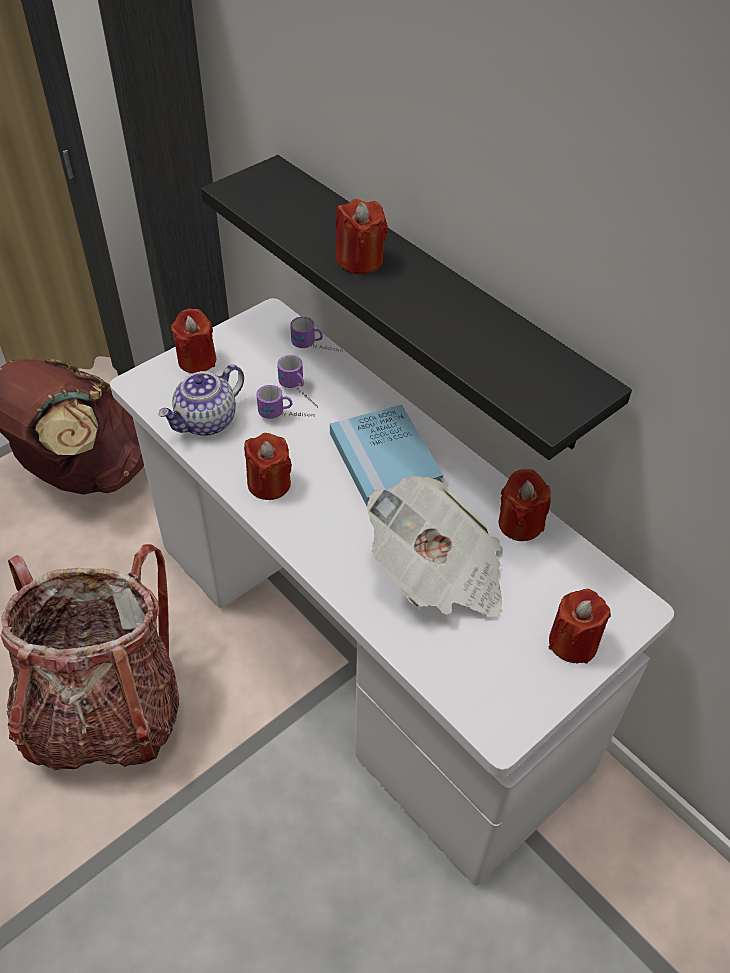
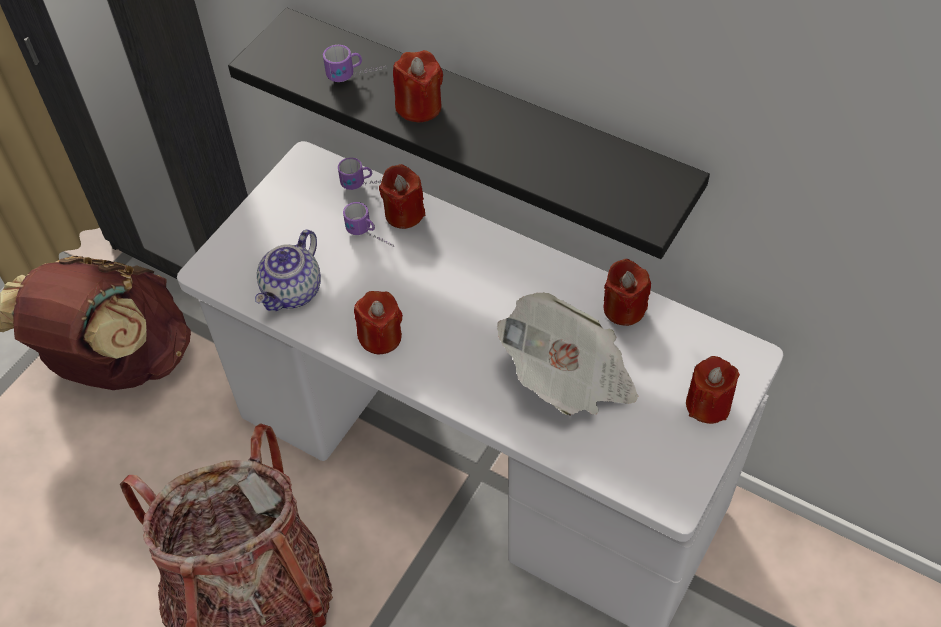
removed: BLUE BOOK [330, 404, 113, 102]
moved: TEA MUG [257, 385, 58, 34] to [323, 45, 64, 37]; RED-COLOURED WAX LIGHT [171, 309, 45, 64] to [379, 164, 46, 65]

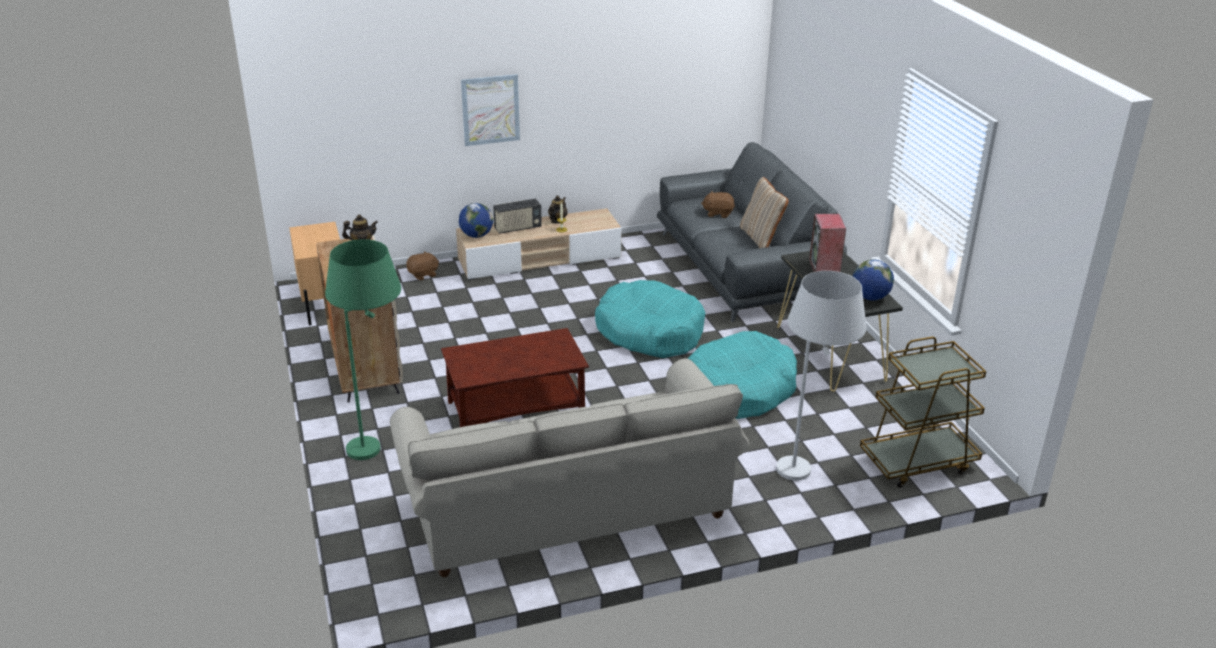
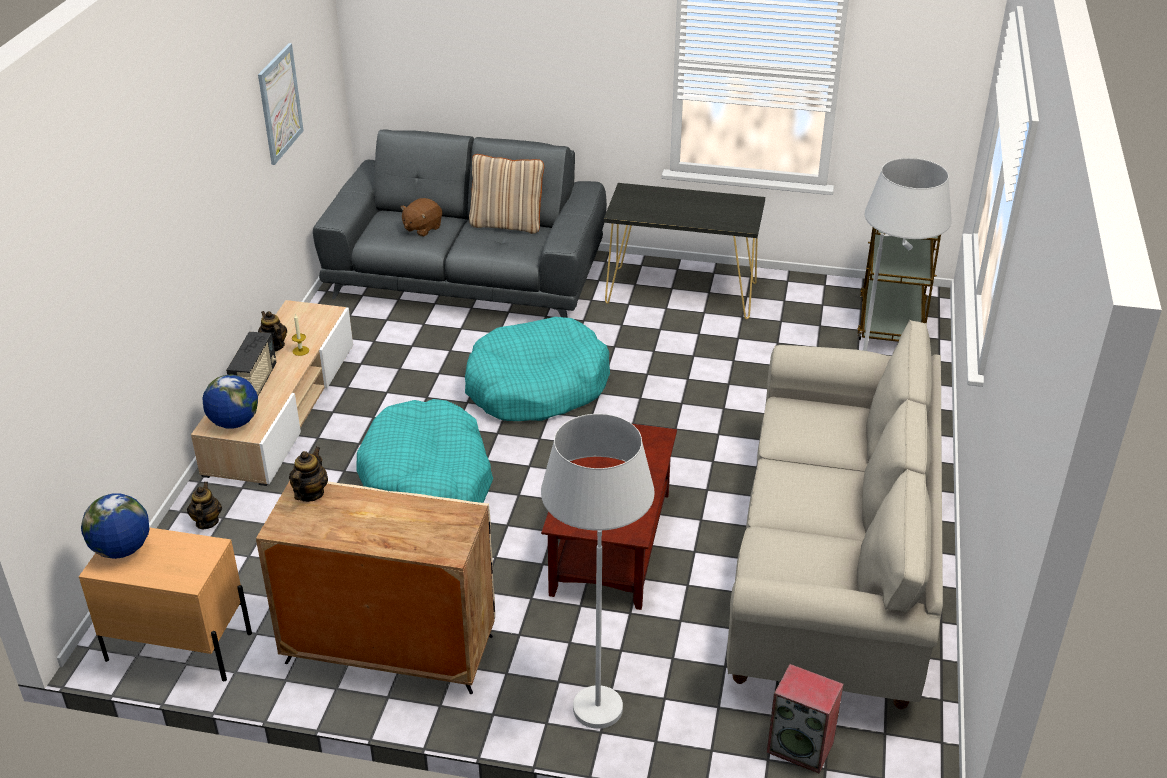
moved: DESK GLOBE [852, 259, 42, 41] to [81, 494, 68, 65]; WALL ART [461, 74, 59, 72] to [258, 43, 46, 122]; TURQUOISE DOG BED [688, 331, 109, 88] to [356, 399, 137, 104]; LOUDSPEAKER [809, 214, 37, 58] to [767, 664, 77, 109]
replaced: BROWN SOFT TOY [406, 251, 33, 30] to TEAPOT [187, 482, 35, 47]
recoloured: GREENISH STANDING LAMP [325, 239, 76, 221] to WHITISH STANDING LAMP [541, 414, 113, 315]

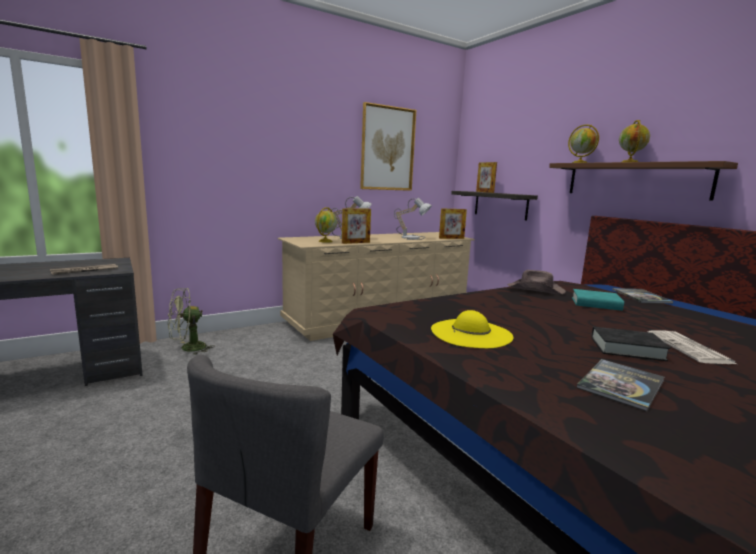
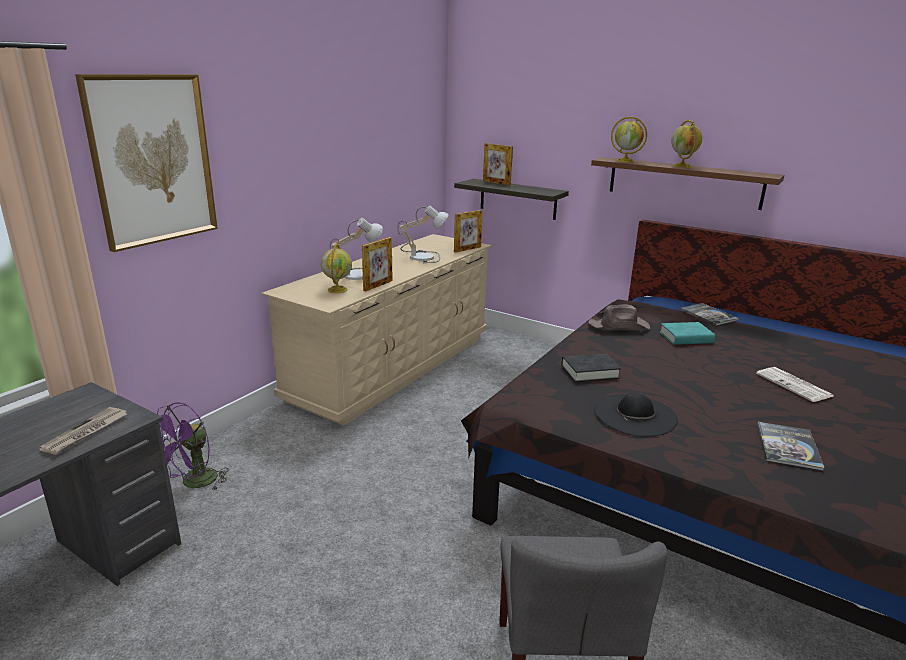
moved: WALL ART [360, 102, 56, 89] to [75, 74, 143, 178]; BLACKISH BOOK [592, 327, 79, 34] to [561, 353, 60, 29]
recoloured: GREENISH COOLING FAN [168, 288, 46, 67] to PURPLE-COLOURED COOLING FAN [157, 402, 71, 89]; YELLOWISH CLOTHING HAT [431, 310, 82, 38] to BLACKISH CLOTHING HAT [594, 393, 84, 44]

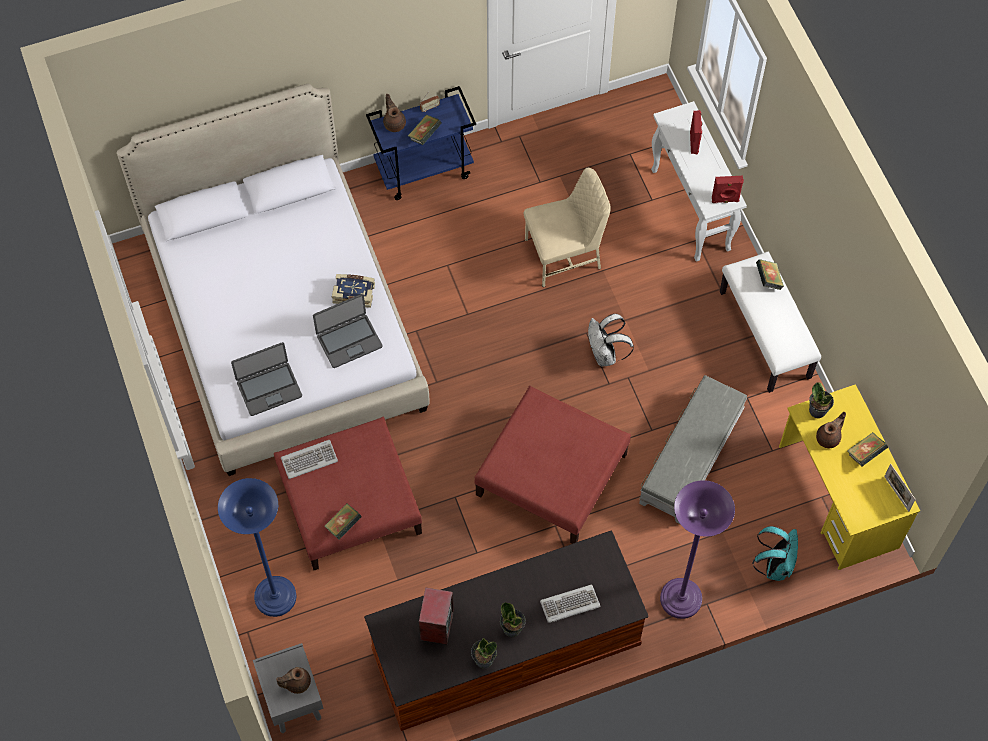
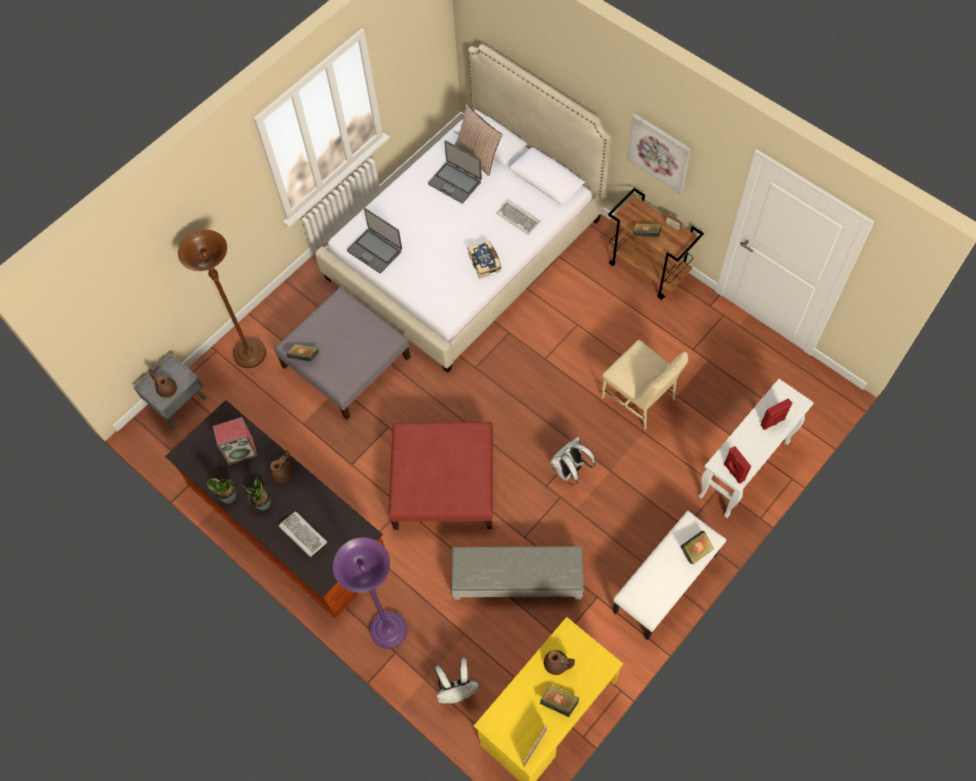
removed: PLANT IN A POT [809, 382, 25, 36]
added: THROW PILLOW [454, 104, 49, 72]; WALL ART [627, 114, 64, 80]
moved: BROWN TEAPOT [383, 94, 23, 38] to [270, 450, 22, 33]; PORTABLE COMPUTER [313, 294, 70, 74] to [428, 140, 54, 63]; COMPUTER KEYBOARD [281, 440, 57, 39] to [496, 200, 44, 35]
recoloured: BLUE STANDING LAMP [218, 478, 78, 139] to BROWN STANDING LAMP [178, 230, 88, 138]; RED-COLOURED POUFFE [274, 416, 148, 154] to GREYISH POUFFE [274, 287, 137, 133]; TURQUOISE BACKPACK [752, 526, 46, 55] to WHITISH BACKPACK [435, 658, 45, 46]; BLUE WHEELED CART [366, 86, 110, 114] to BROWN WHEELED CART [607, 188, 97, 112]

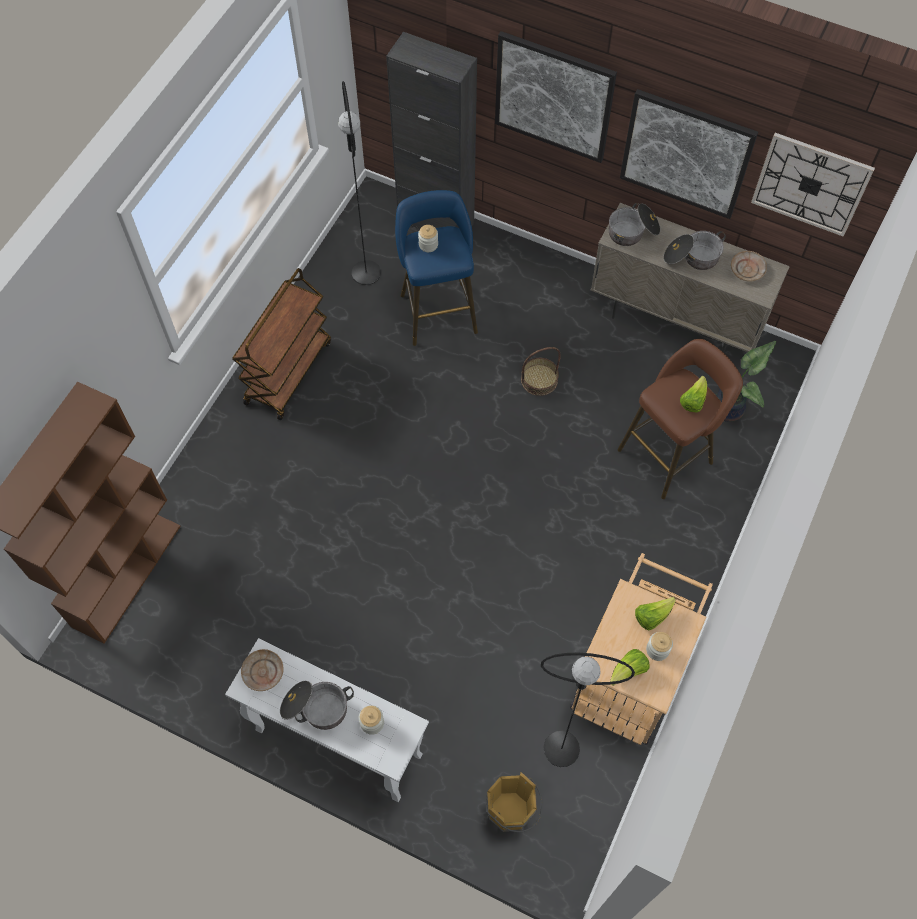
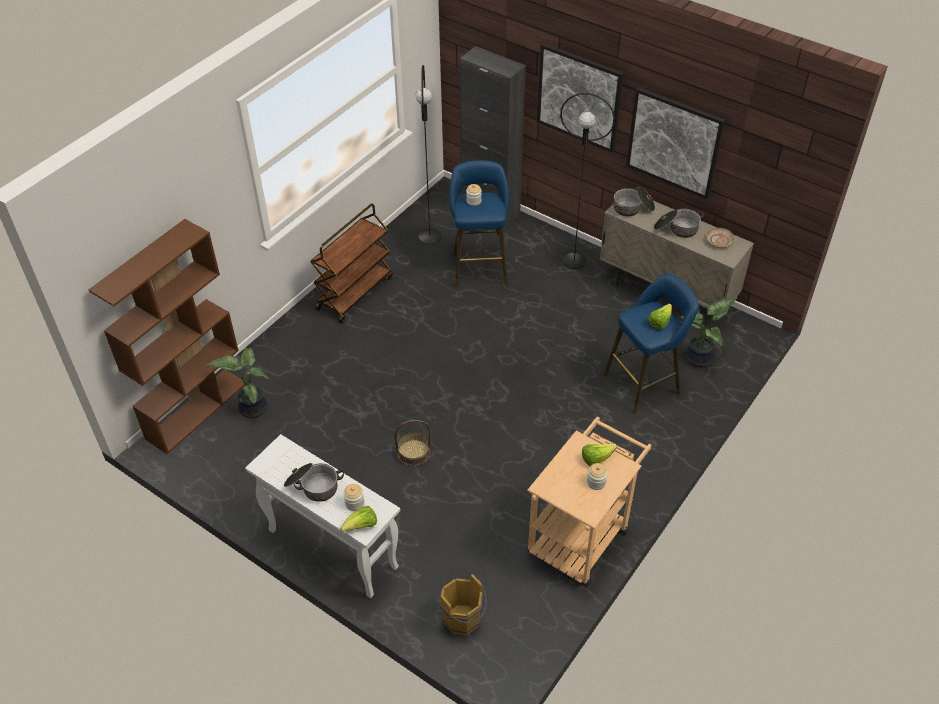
removed: SAND-COLOURED DINNER PLATE [241, 649, 43, 42]; HANGING CLOCK [751, 133, 124, 104]
added: PLANT IN A POT [206, 347, 63, 71]
moved: LETTUCE [610, 649, 40, 37] to [340, 506, 37, 26]; HOUSEHOLD BASKET [521, 347, 40, 49] to [395, 420, 36, 46]; BLACKISH STANDING LAMP [541, 653, 94, 114] to [560, 93, 55, 176]
recoloured: BROWN STOOL SEAT [617, 339, 126, 160] to BLUE STOOL SEAT [603, 274, 96, 140]

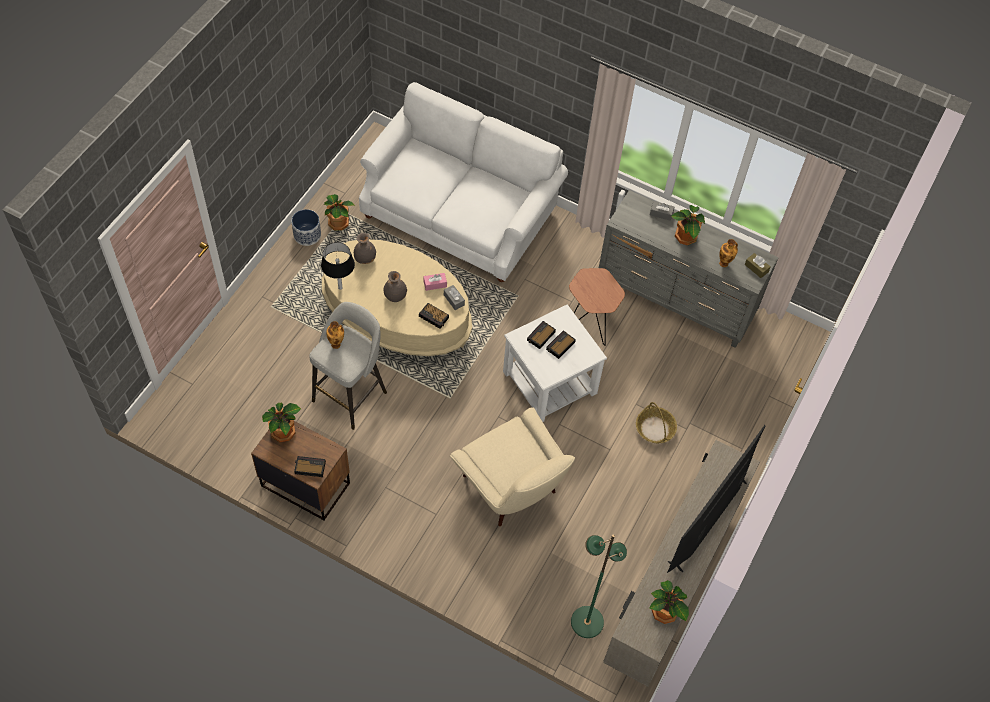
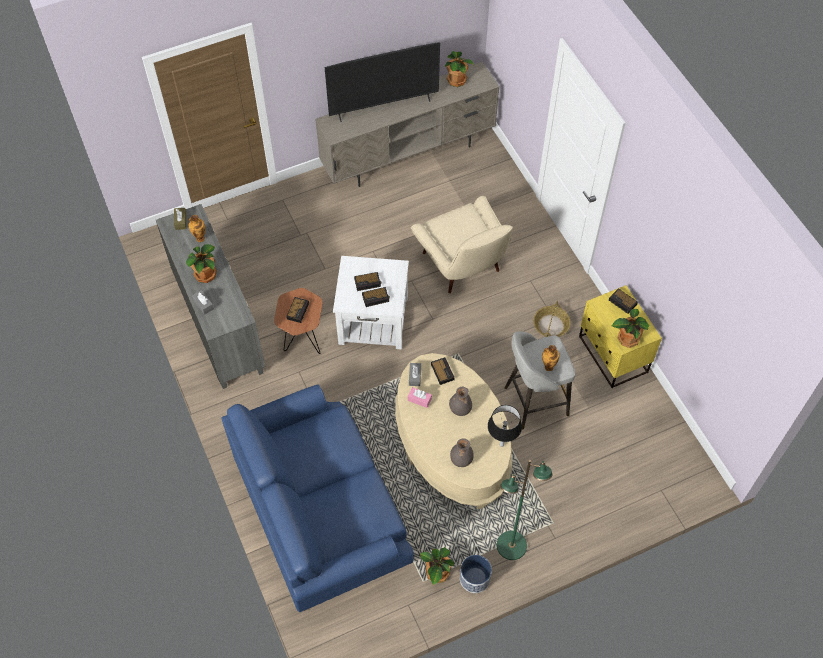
added: TABLE CLOCK [286, 297, 23, 26]
moved: GREENISH STANDING LAMP [571, 535, 56, 103] to [497, 460, 55, 100]; HOUSEHOLD BASKET [636, 402, 41, 41] to [533, 301, 38, 36]
recoloured: WHITISH COUCH [359, 82, 209, 200] to BLUE COUCH [221, 384, 192, 228]; BROWN NIGHT TABLE [251, 421, 99, 100] to YELLOWISH NIGHT TABLE [579, 285, 83, 103]
turned: SAND-COLOURED ARMCHAIR [450, 407, 125, 119] = [411, 196, 102, 97] 150 degrees clockwise

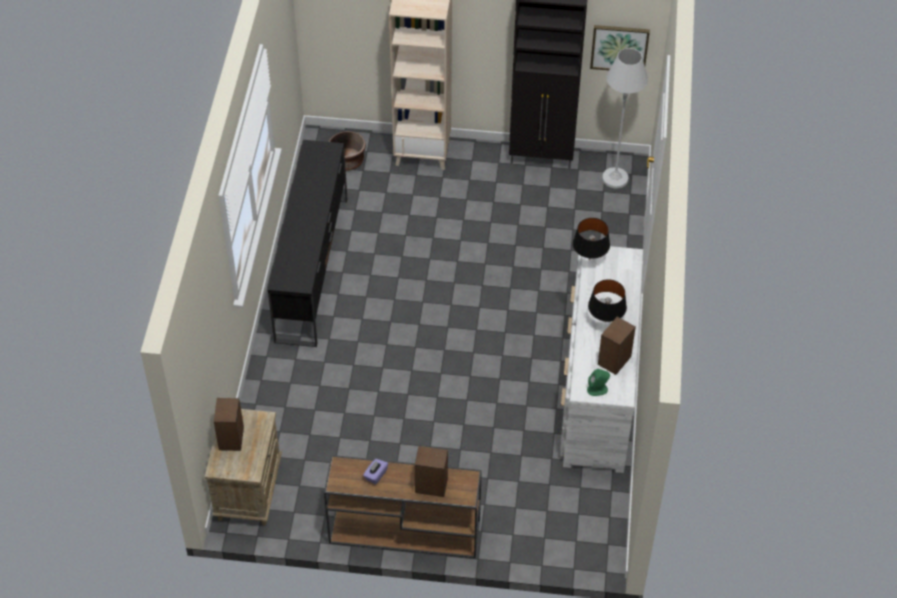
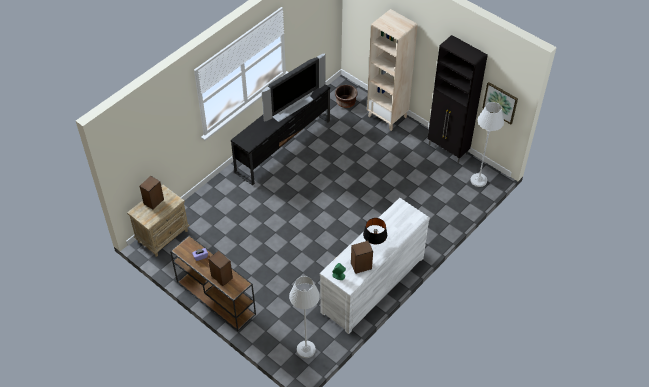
removed: BLACKISH LAMP FOR A TABLE [573, 218, 37, 42]
added: TV [262, 53, 63, 69]; WHITISH STANDING LAMP [289, 276, 31, 82]

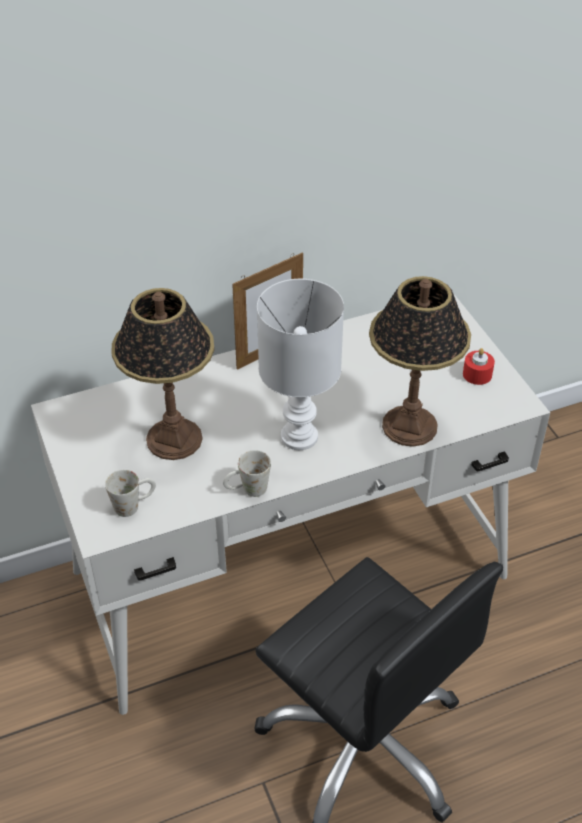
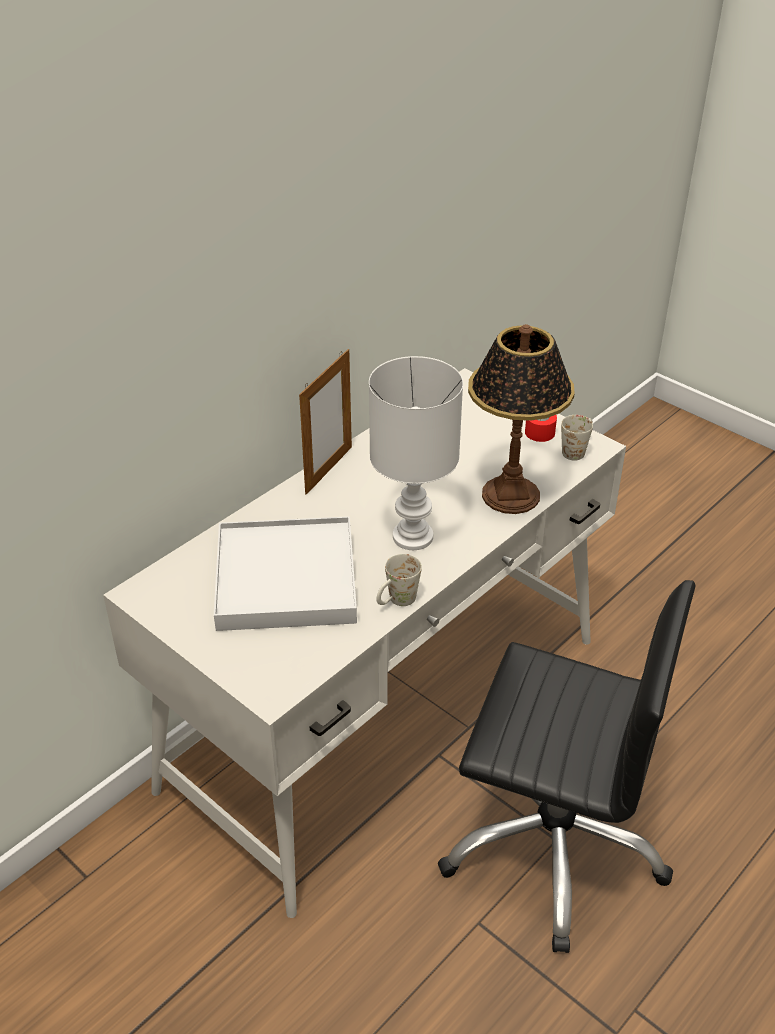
moved: WHITISH TEA MUG [105, 470, 51, 47] to [561, 415, 32, 46]
replaced: LAMP FOR A TABLE [112, 288, 102, 172] to WHITISH TRAY [214, 516, 143, 115]

